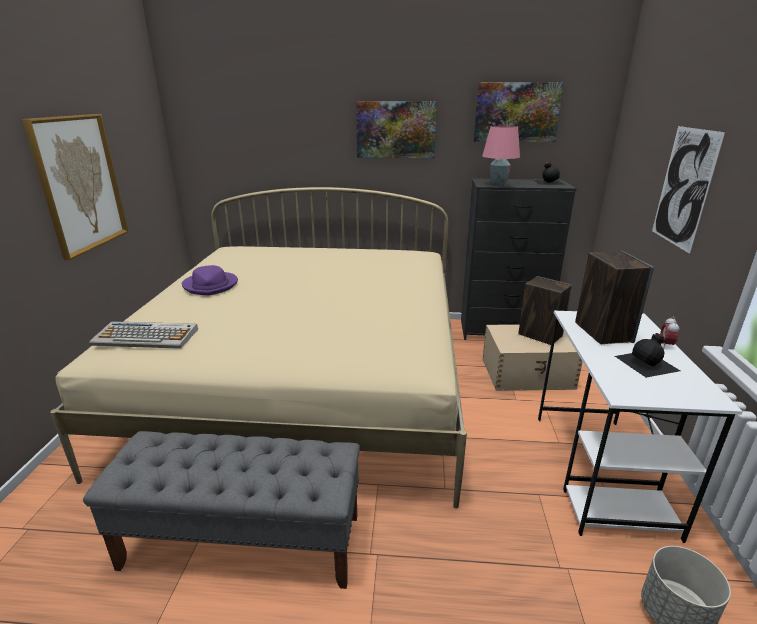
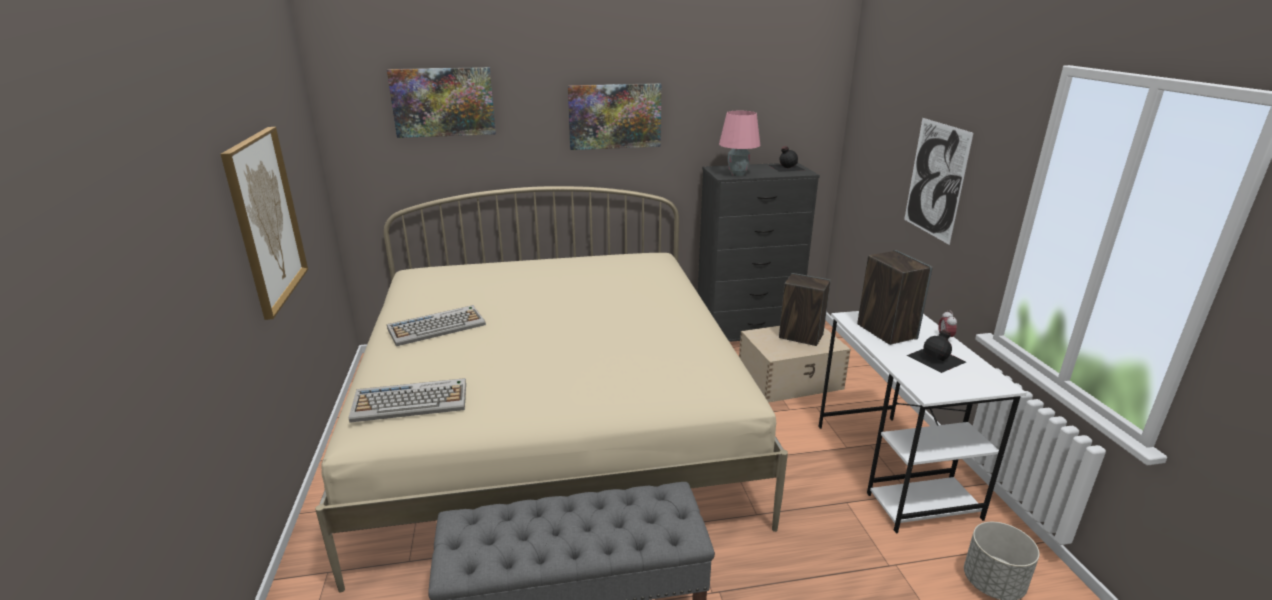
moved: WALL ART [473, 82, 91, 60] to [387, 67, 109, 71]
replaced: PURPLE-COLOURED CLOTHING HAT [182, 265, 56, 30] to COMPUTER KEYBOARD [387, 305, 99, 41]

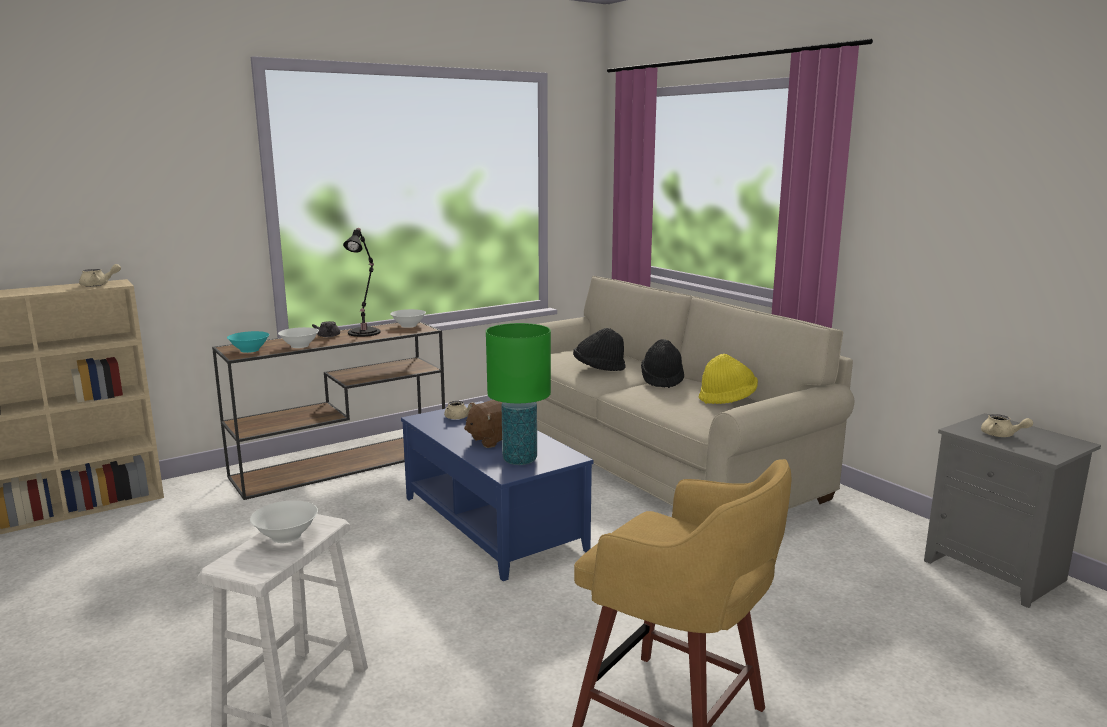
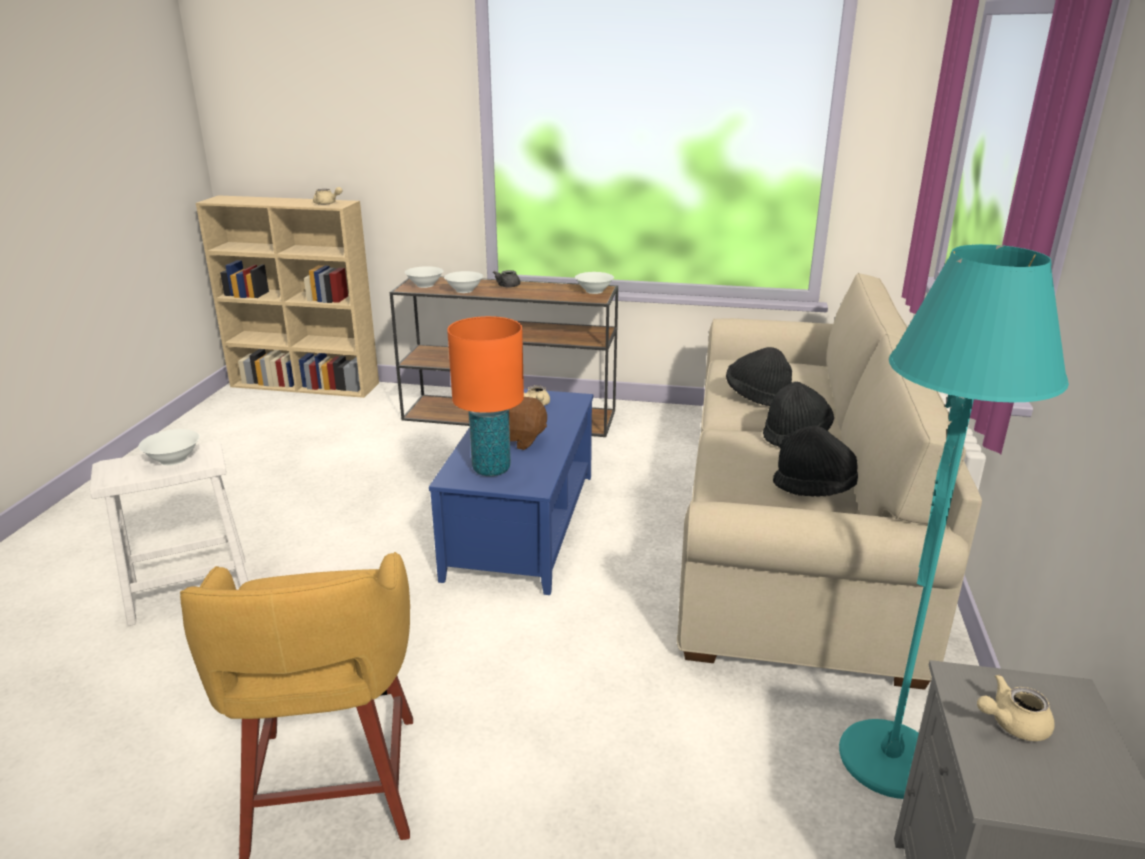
removed: BLACKISH LAMP FOR A TABLE [343, 228, 38, 109]
added: TURQUOISE STANDING LAMP [839, 244, 230, 555]
recoloured: TURQUOISE BOWL [227, 331, 42, 22] to WHITISH BOWL [405, 266, 38, 22]; GREENISH LAMP FOR A TABLE [486, 323, 65, 142] to ORANGE LAMP FOR A TABLE [447, 316, 77, 160]; YELLOWISH CLOTHING HAT [699, 354, 59, 50] to BLACKISH CLOTHING HAT [773, 426, 85, 71]
turned: SAND-COLOURED TEAPOT [981, 414, 52, 23] = [977, 674, 78, 67] 75 degrees clockwise

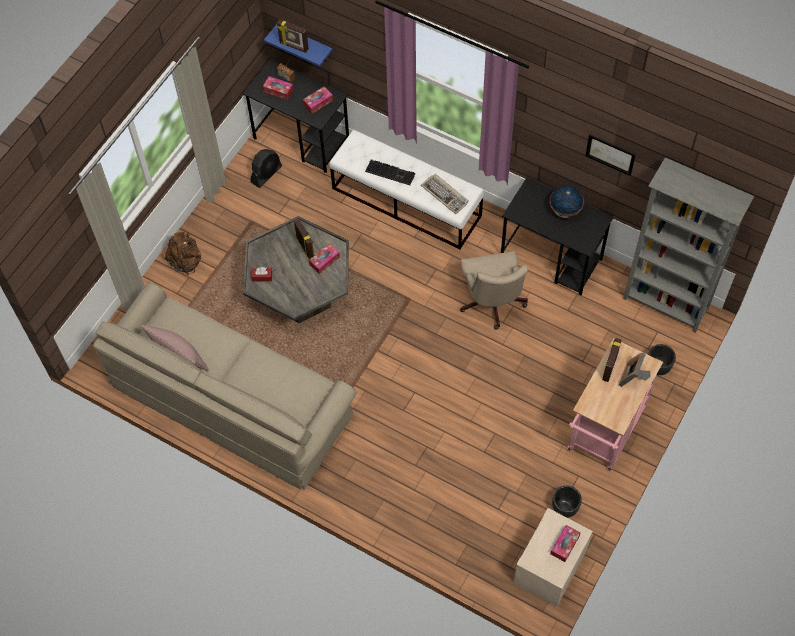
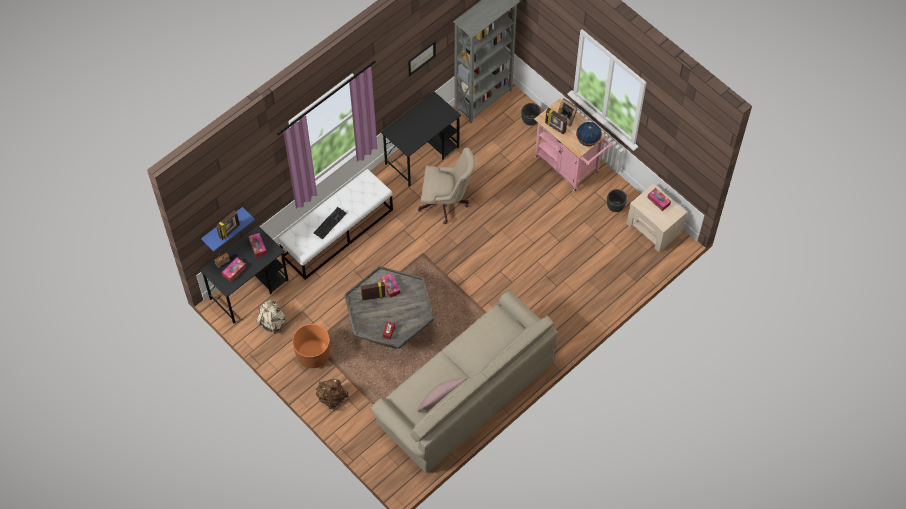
removed: COMPUTER KEYBOARD [421, 174, 48, 40]
added: ORANGE PLANT POT [292, 324, 38, 44]
moved: DESK GLOBE [550, 185, 34, 33] to [576, 122, 26, 24]
replaced: BLACKISH COOLING FAN [251, 149, 31, 39] to SAND-COLOURED BACKPACK [256, 300, 29, 34]

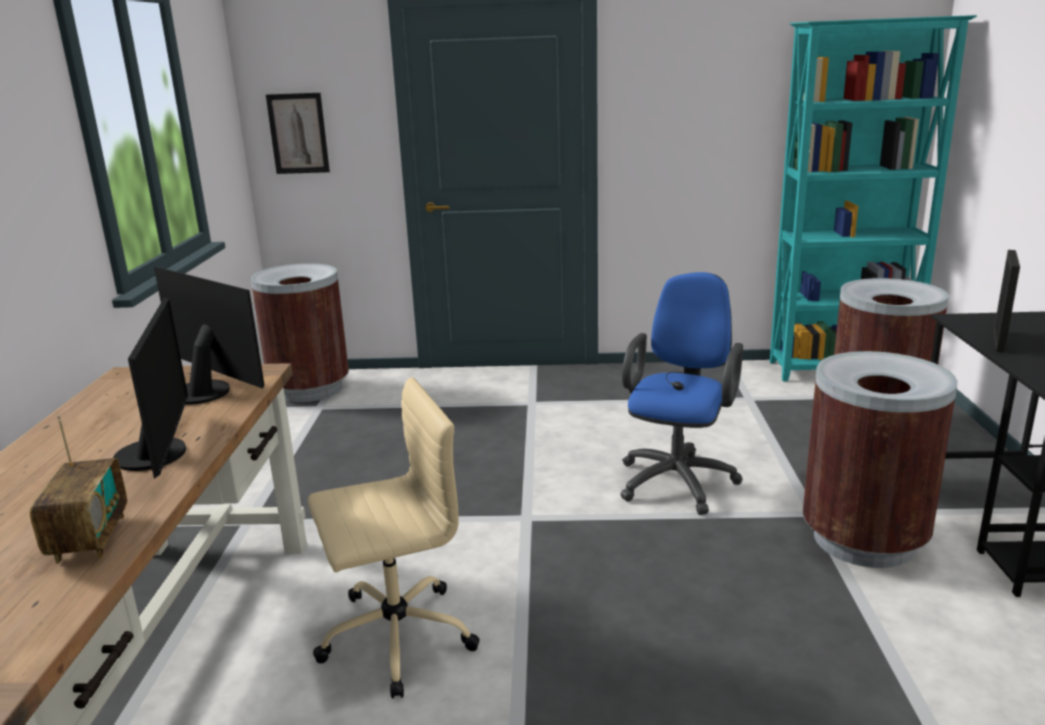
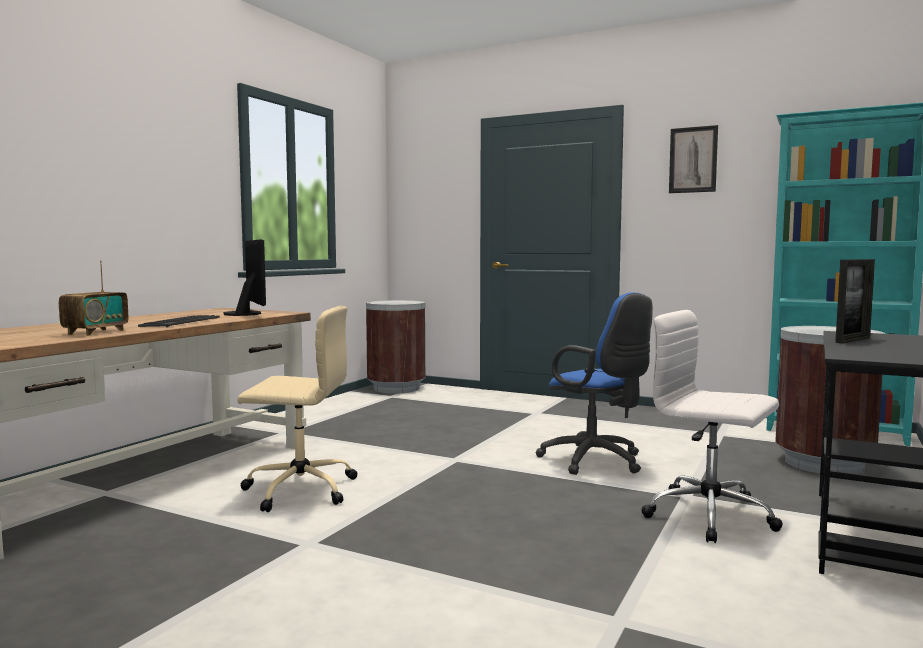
moved: WALL ART [266, 93, 64, 81] to [669, 125, 49, 68]
replaced: COMPUTER DISPLAY [113, 297, 75, 182] to COMPUTER KEYBOARD [138, 315, 82, 12]; BROWN WASTE BIN [803, 351, 155, 217] to WHITISH OFFICE CHAIR [641, 310, 142, 233]
turned: BLUE OFFICE CHAIR [620, 272, 123, 243] = [536, 292, 117, 183] 90 degrees clockwise

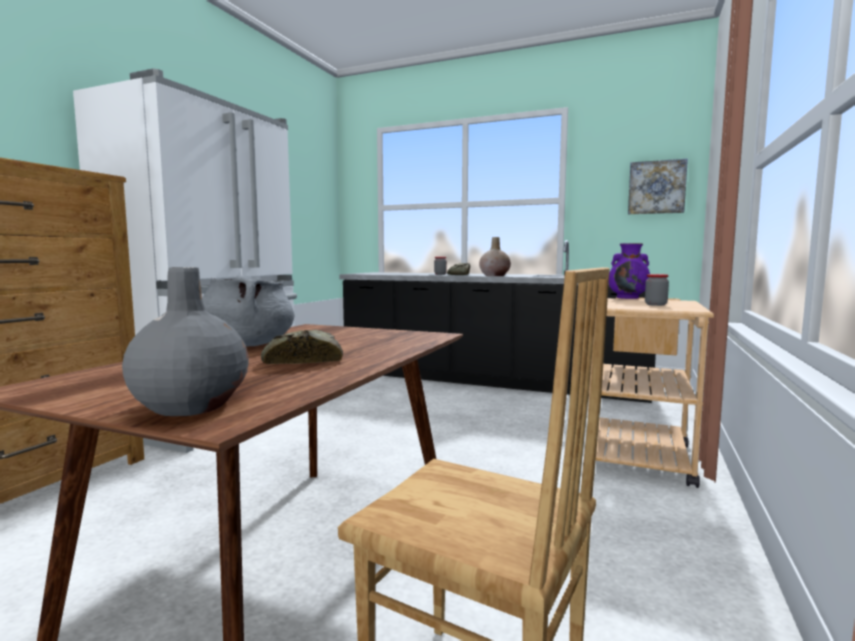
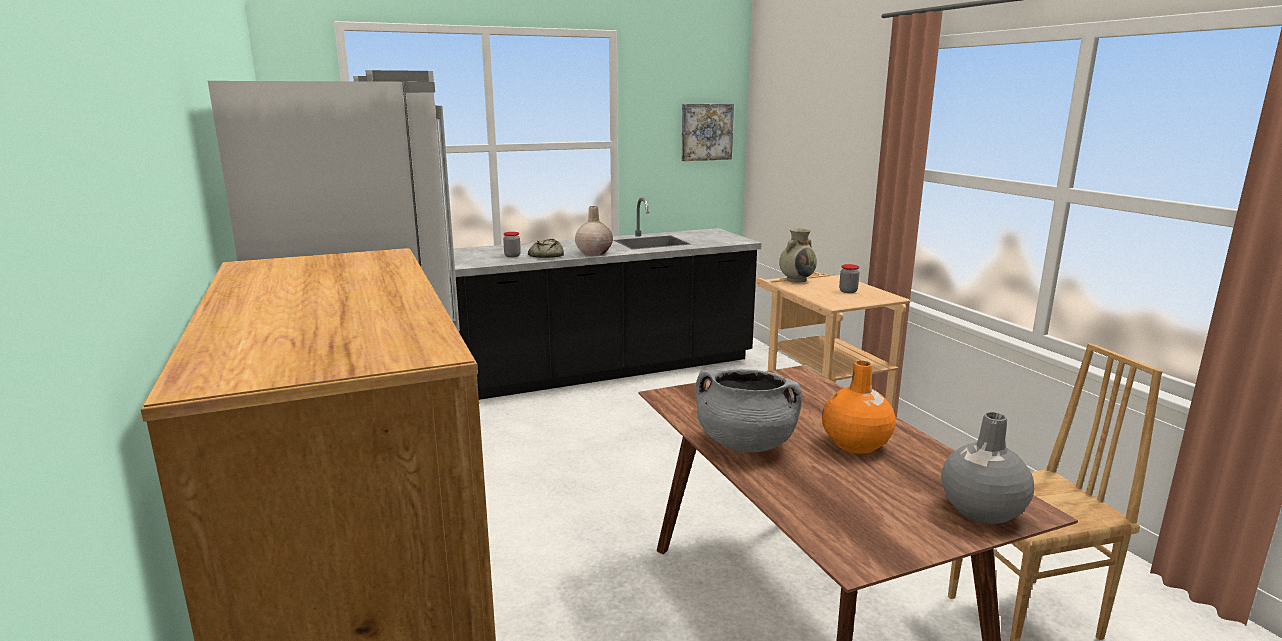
replaced: BAKERY BREAD [261, 330, 82, 34] to ORANGE FLOWER VASE [822, 361, 74, 93]
recoloured: PURPLE-COLOURED FLOWER VASE [609, 243, 41, 56] to SAND-COLOURED FLOWER VASE [779, 228, 38, 55]

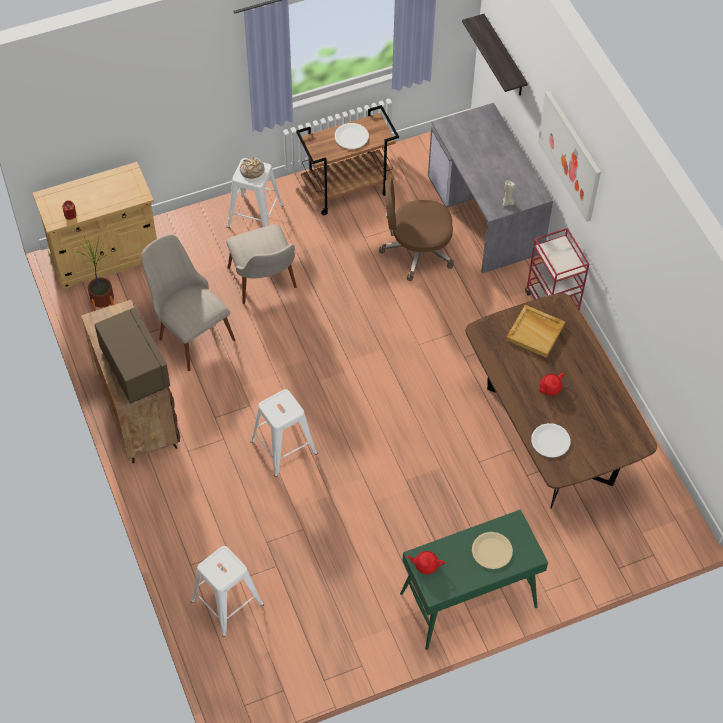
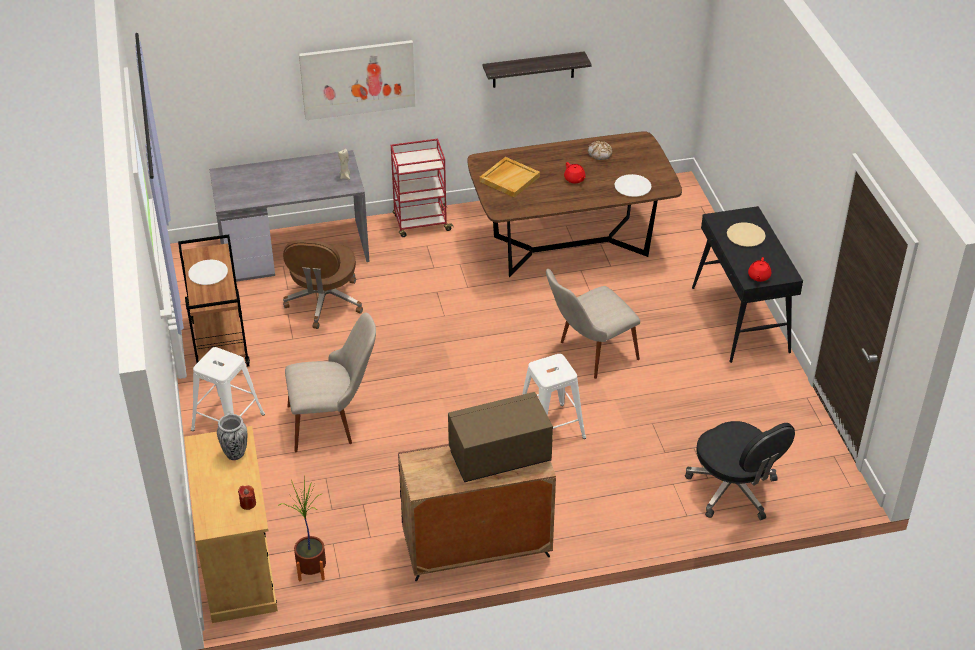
added: FLOWER VASE [217, 414, 30, 46]
moved: WALL SHELF [462, 14, 66, 82] to [482, 51, 110, 37]; SAND-COLOURED UPRIGHT CHAIR [141, 234, 94, 137] to [546, 269, 94, 110]; BAKERY BREAD [240, 157, 24, 22] to [588, 141, 24, 19]
replaced: WHITISH STOOL SEAT [191, 546, 73, 91] to BLACKISH OFFICE CHAIR [685, 421, 110, 99]
recoloured: GREENISH CONSOLE TABLE [400, 509, 148, 141] to BLACKISH CONSOLE TABLE [692, 206, 111, 157]

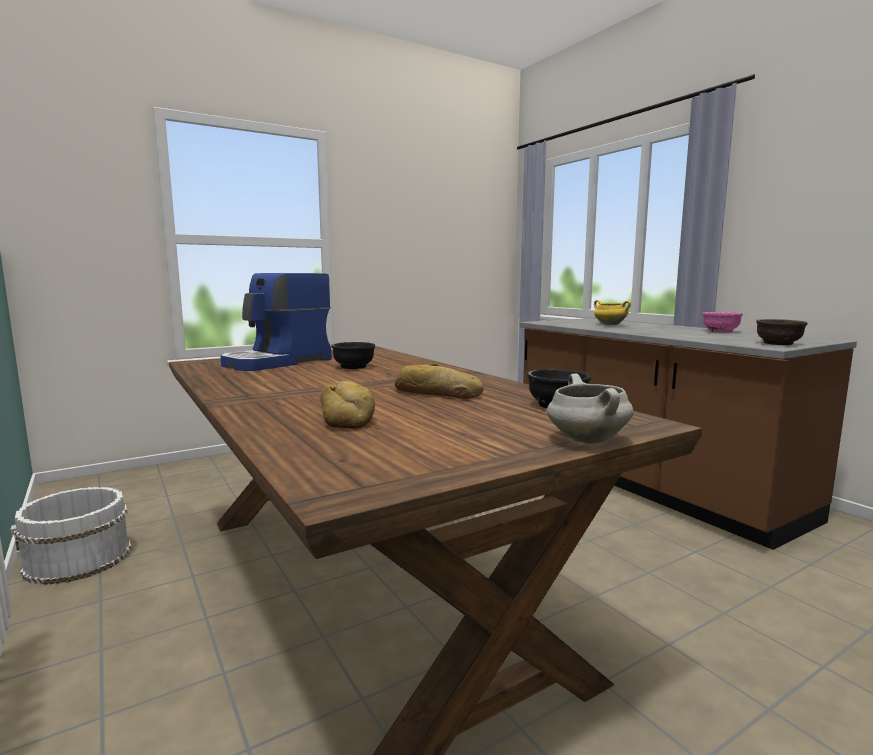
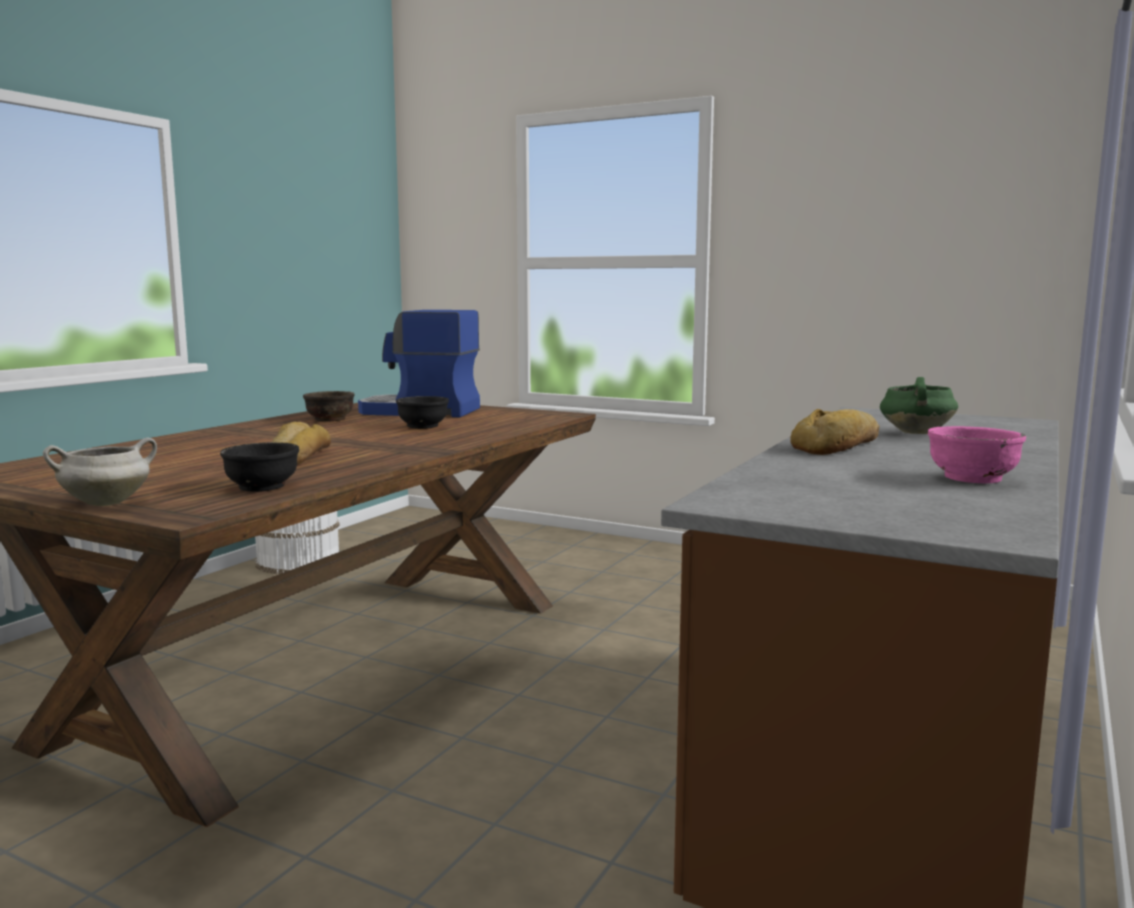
moved: BROWN BOWL [756, 319, 51, 26] to [303, 391, 51, 30]; BAKERY BREAD [321, 381, 54, 48] to [790, 409, 89, 46]
recoloured: YELLOWISH STOCKPOT [594, 300, 37, 25] to GREENISH STOCKPOT [880, 377, 78, 57]

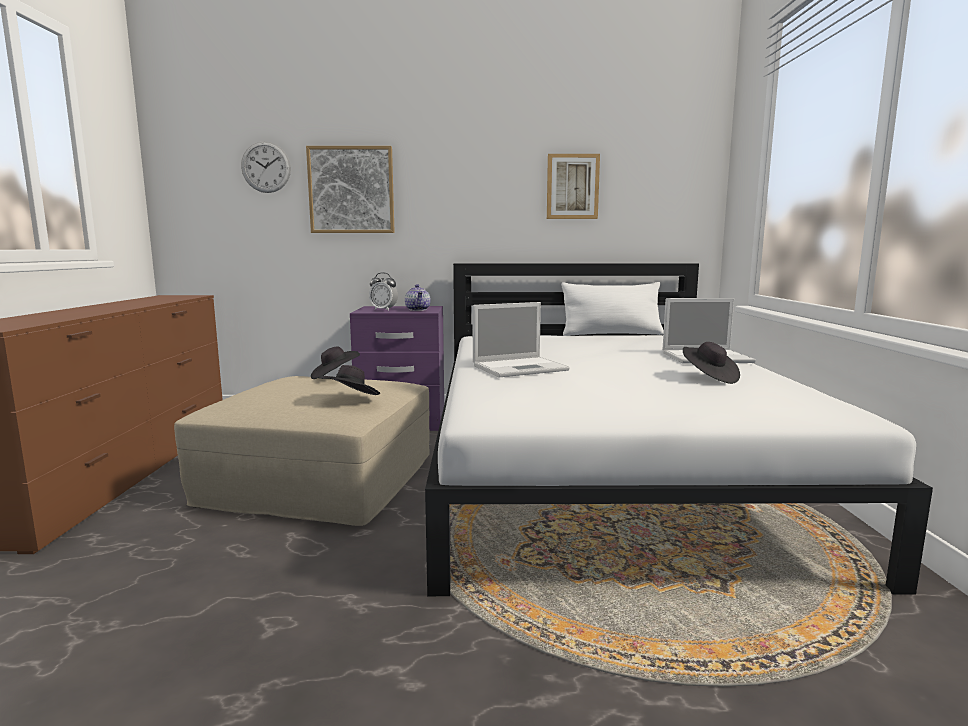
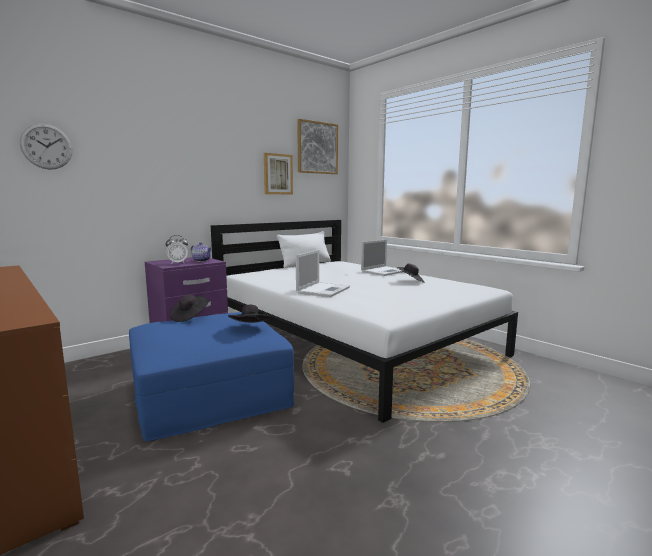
moved: WALL ART [306, 146, 89, 87] to [297, 119, 41, 55]
recoloured: SAND-COLOURED POUFFE [174, 376, 256, 150] to BLUE POUFFE [129, 312, 165, 129]

